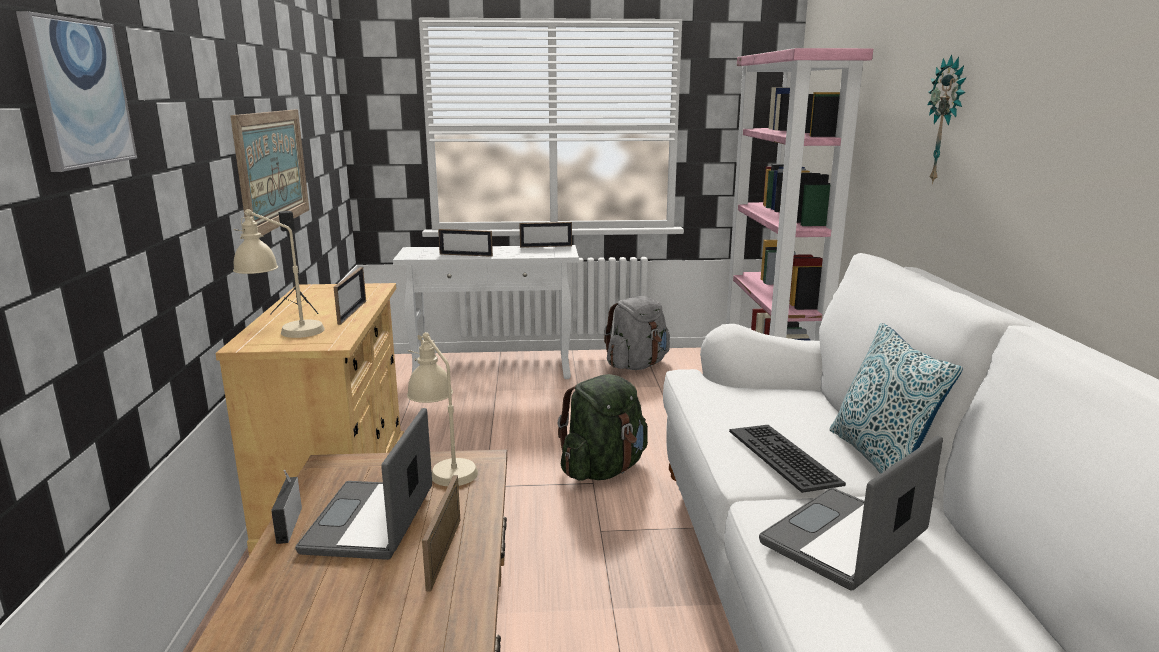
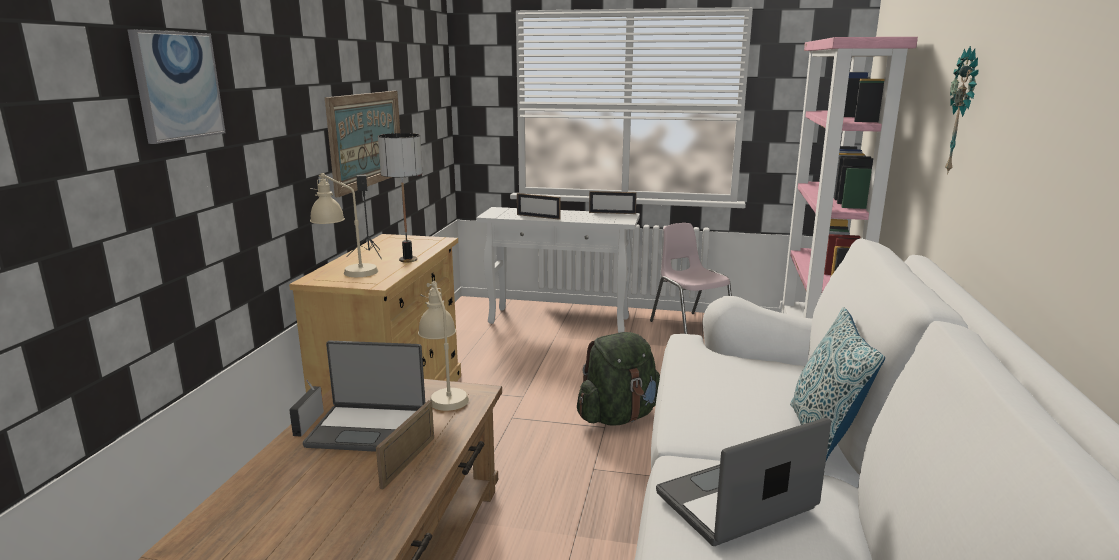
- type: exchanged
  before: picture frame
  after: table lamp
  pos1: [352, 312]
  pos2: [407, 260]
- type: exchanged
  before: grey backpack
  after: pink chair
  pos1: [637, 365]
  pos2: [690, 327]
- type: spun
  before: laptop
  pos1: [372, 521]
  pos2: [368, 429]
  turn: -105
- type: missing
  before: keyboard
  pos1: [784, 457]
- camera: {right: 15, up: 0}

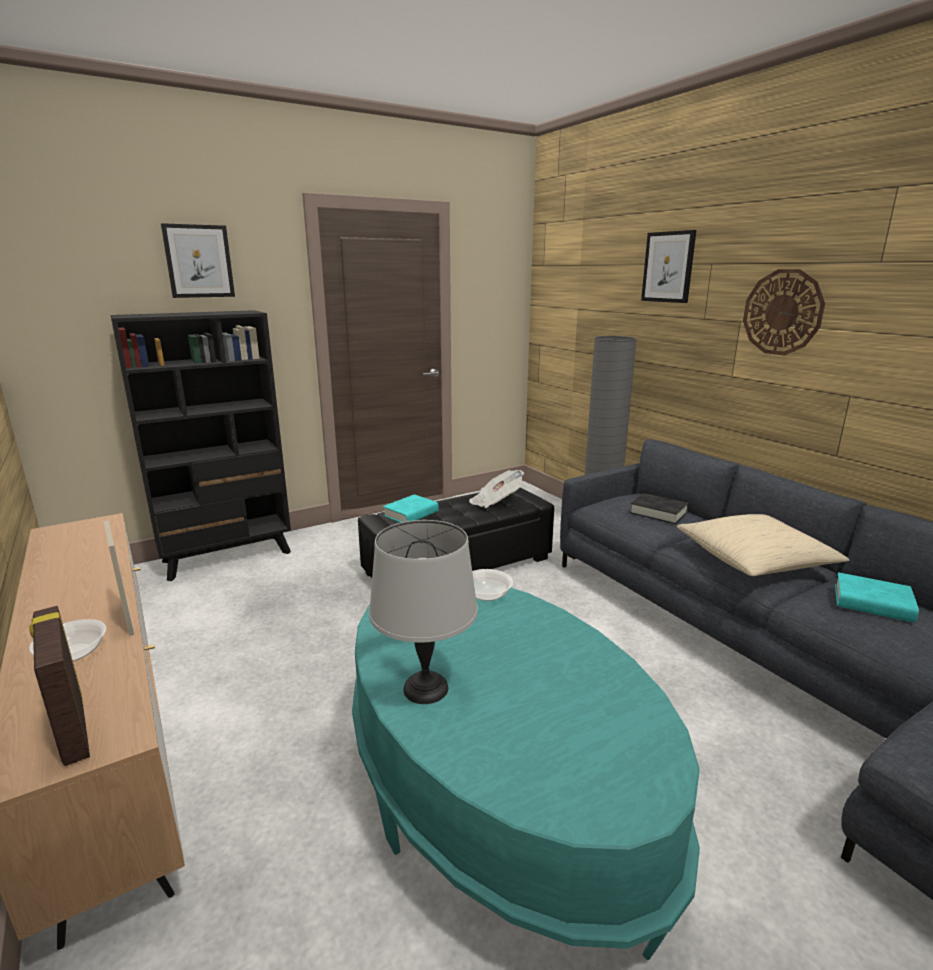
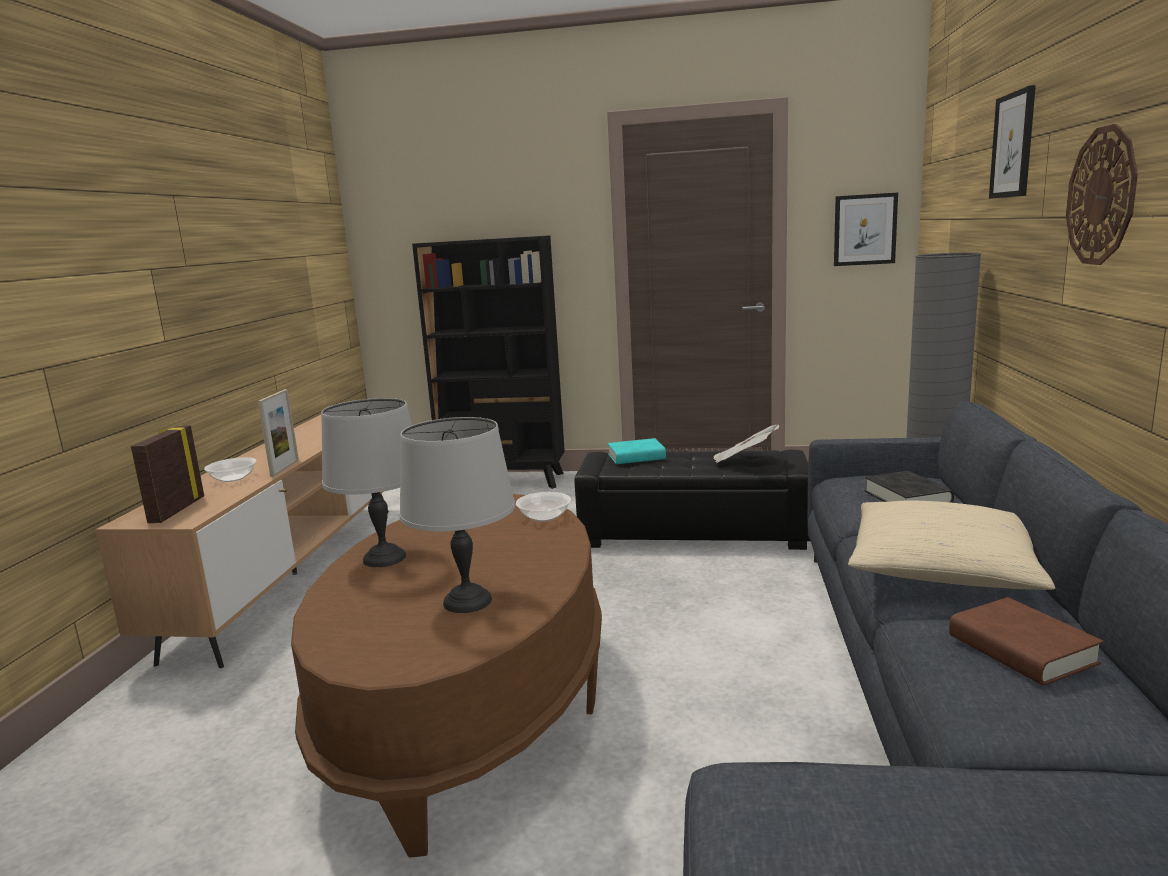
- type: relocated
  before: picture
  pos1: [199, 261]
  pos2: [865, 229]
- type: colour
  before: turquoise book
  after: brown book
  pos1: [872, 603]
  pos2: [1021, 650]
- type: colour
  before: turquoise coffee table
  after: brown coffee table
  pos1: [498, 791]
  pos2: [470, 706]
- type: appeared
  after: grey table lamp
  pos2: [468, 601]
- camera: {right: 40, up: -5}

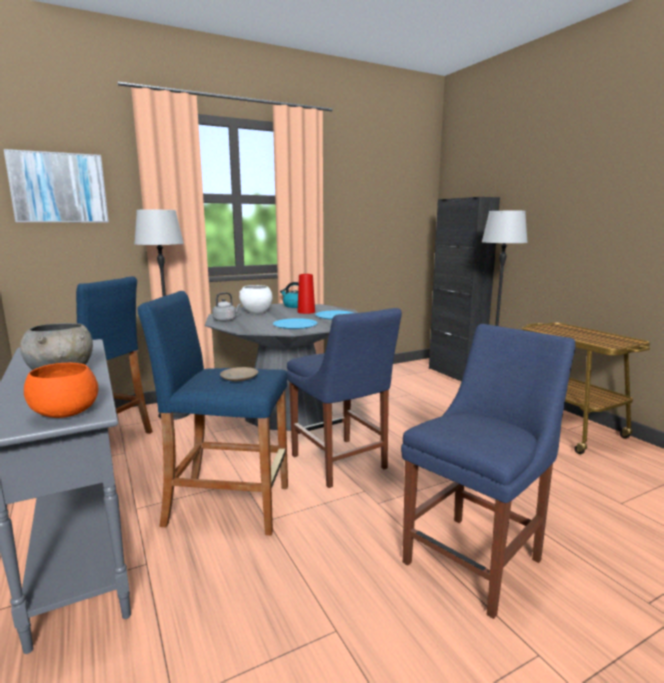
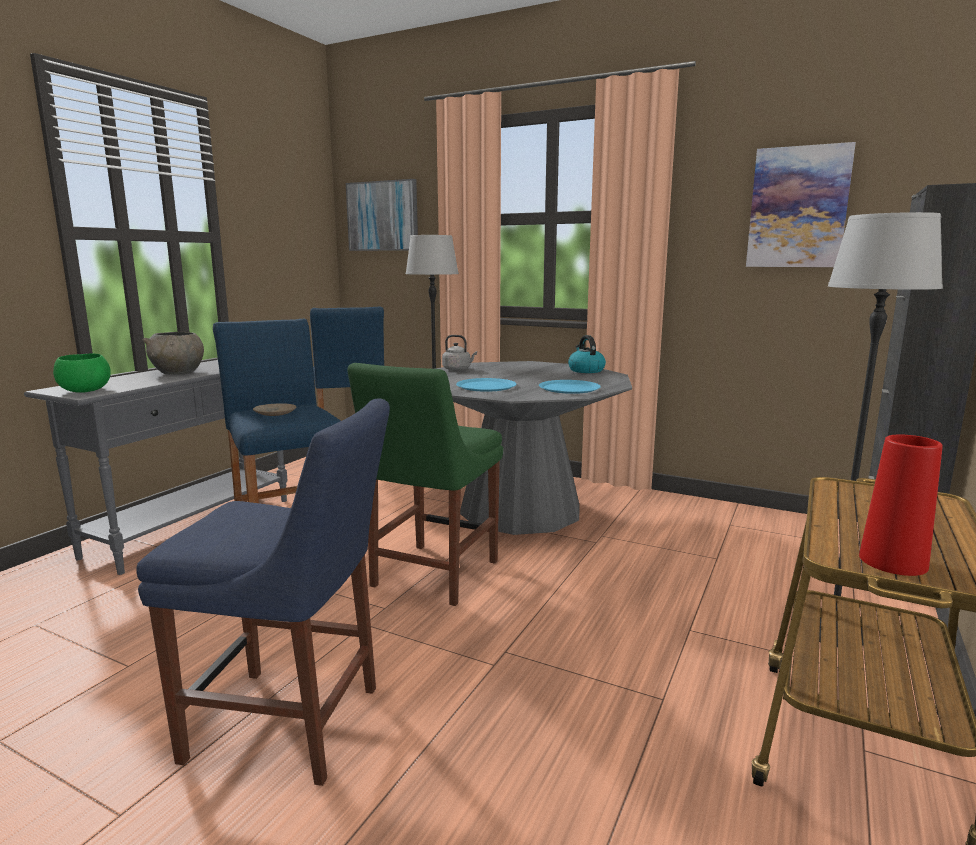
- type: relocated
  before: red vase
  pos1: [306, 312]
  pos2: [893, 561]
- type: missing
  before: white bowl
  pos1: [256, 312]
- type: colour
  before: blue chair
  after: green chair
  pos1: [341, 464]
  pos2: [431, 576]
- type: colour
  before: orange bowl
  after: green bowl
  pos1: [66, 413]
  pos2: [84, 391]
- type: appeared
  after: picture
  pos2: [798, 208]
- camera: {right: 55, up: 0}

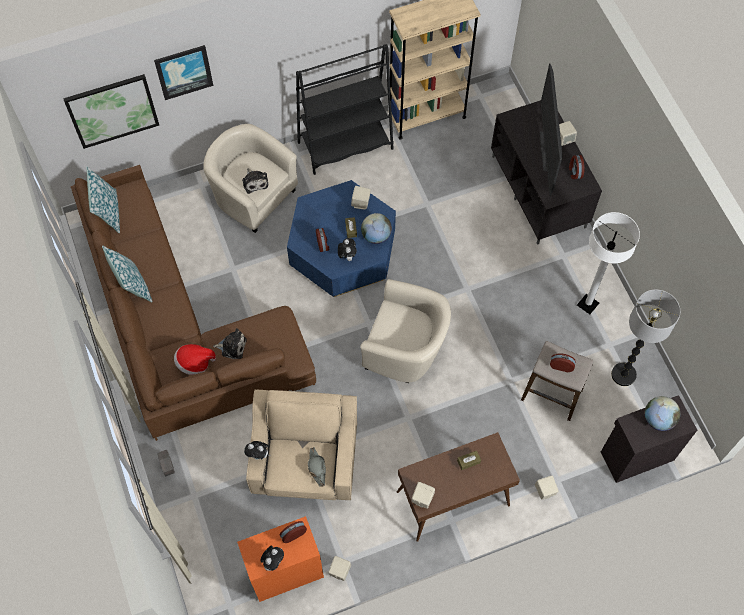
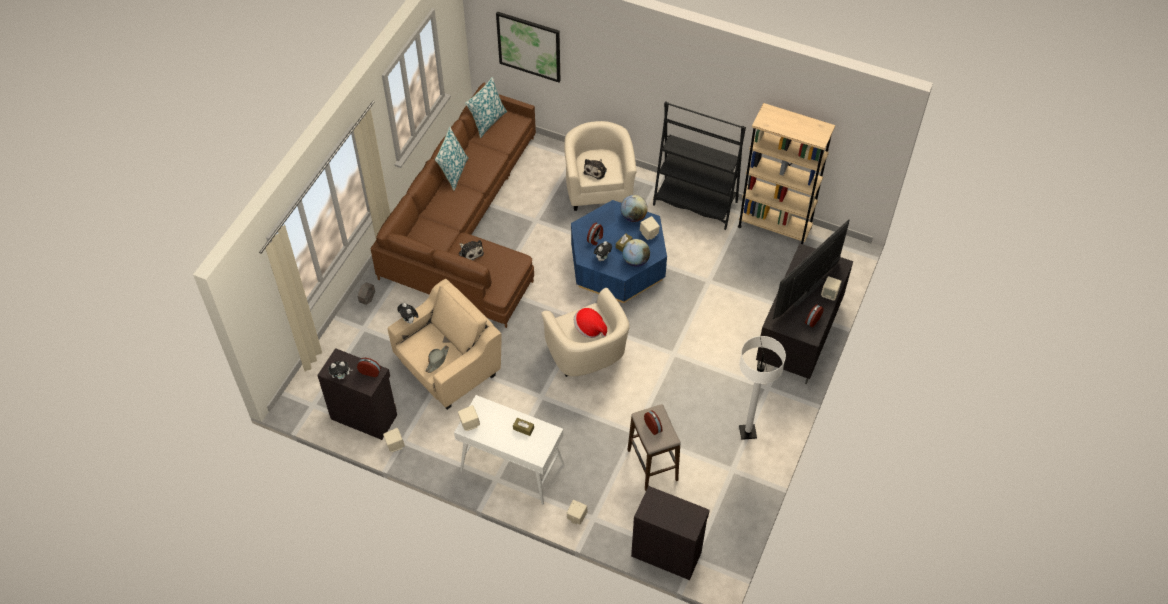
- type: missing
  before: picture
  pos1: [184, 71]
- type: missing
  before: floor lamp
  pos1: [623, 374]
- type: relocated
  before: hat
  pos1: [195, 363]
  pos2: [589, 328]
- type: relocated
  before: globe
  pos1: [658, 419]
  pos2: [633, 217]
- type: colour
  before: brown console table
  after: white console table
  pos1: [452, 499]
  pos2: [511, 468]
- type: colour
  before: orange cabinet
  after: black cabinet
  pos1: [285, 571]
  pos2: [364, 416]
- camera: {right: 45, up: -10}

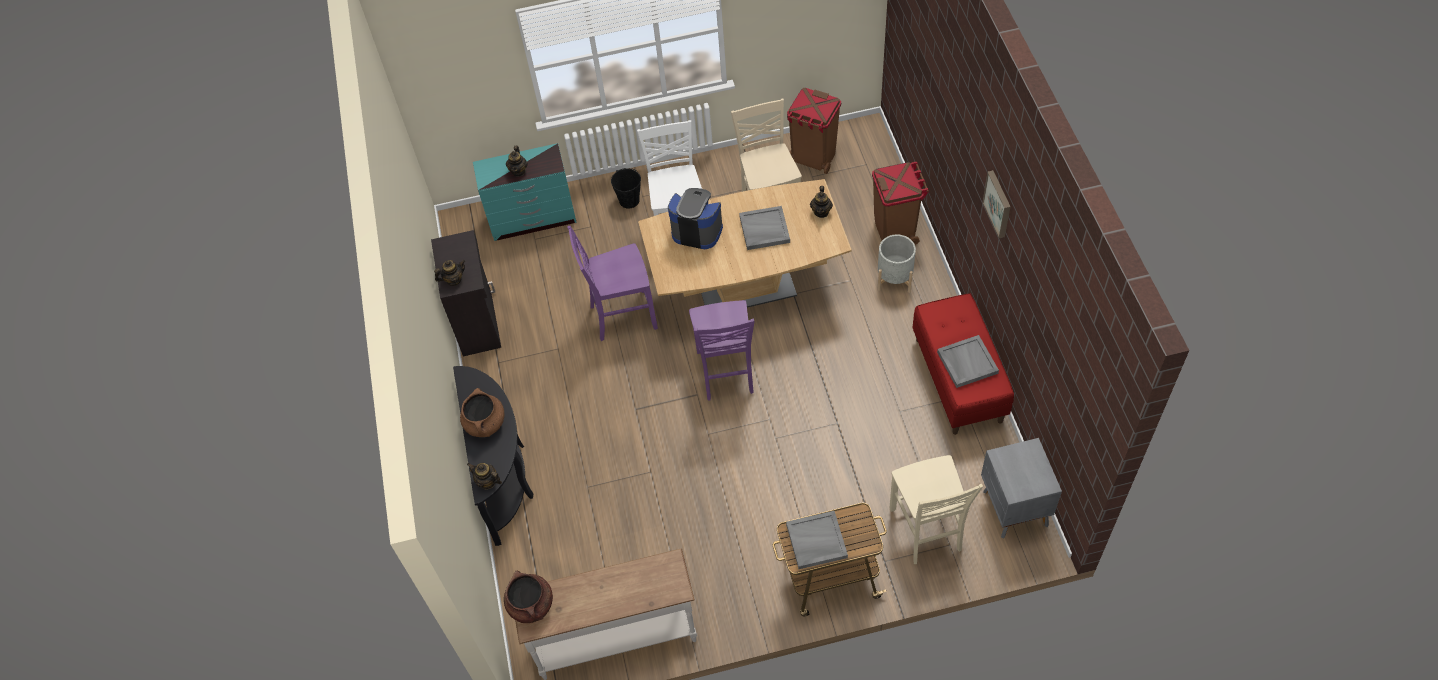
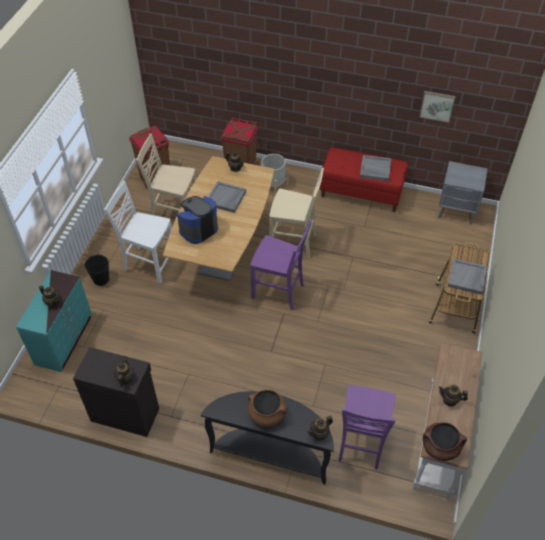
- type: relocated
  before: picture
  pos1: [998, 203]
  pos2: [437, 105]
- type: relocated
  before: purple chair
  pos1: [621, 316]
  pos2: [361, 443]
- type: relocated
  before: beige chair
  pos1: [926, 530]
  pos2: [294, 242]
- type: appeared
  after: teapot
  pos2: [450, 400]
- camera: {right: -65, up: -5}

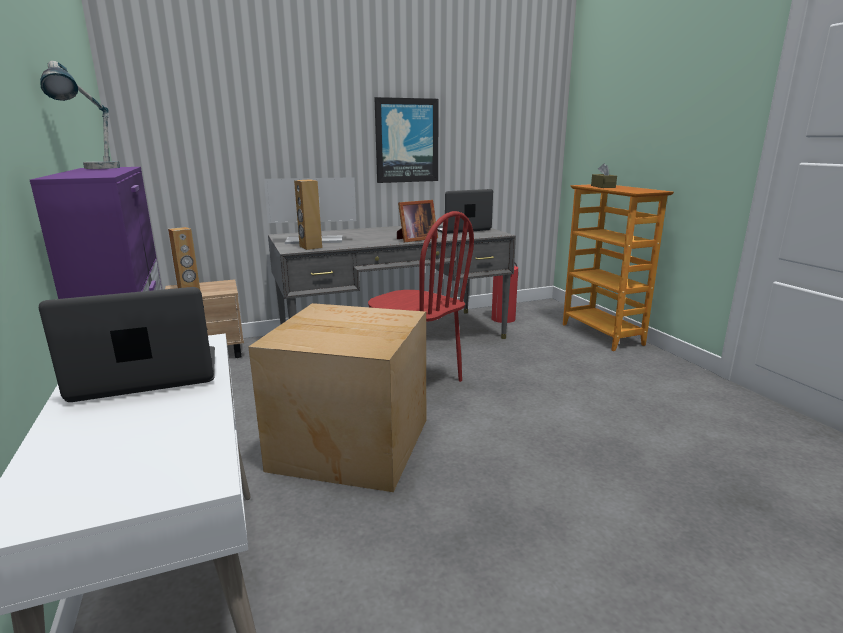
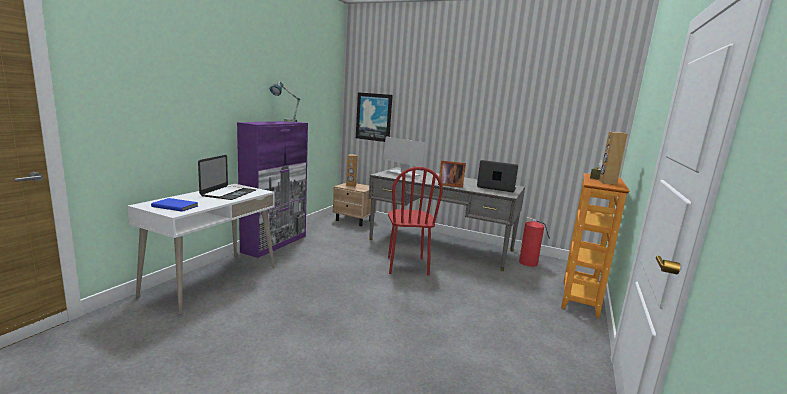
- type: relocated
  before: picture
  pos1: [406, 141]
  pos2: [374, 117]
- type: relocated
  before: brown speaker
  pos1: [310, 247]
  pos2: [607, 182]
- type: spun
  before: laptop
  pos1: [147, 374]
  pos2: [228, 193]
  turn: 75
- type: missing
  before: cardboard box
  pos1: [350, 442]
- type: appeared
  after: blue book
  pos2: [175, 206]
- camera: {right: 45, up: -5}

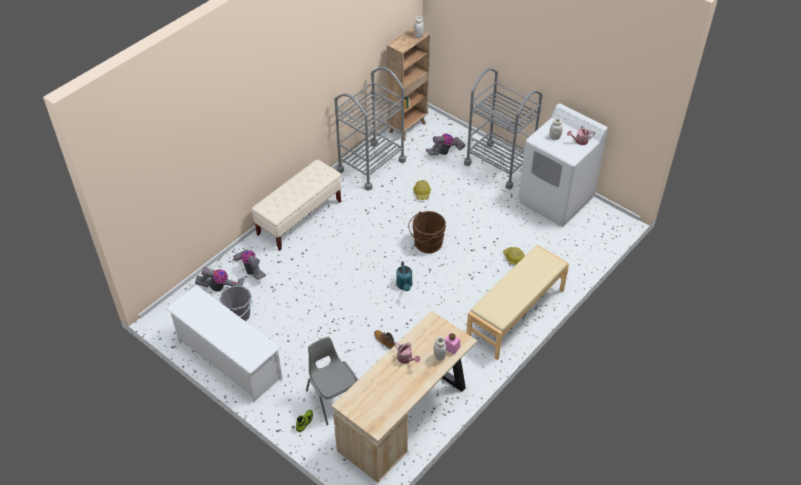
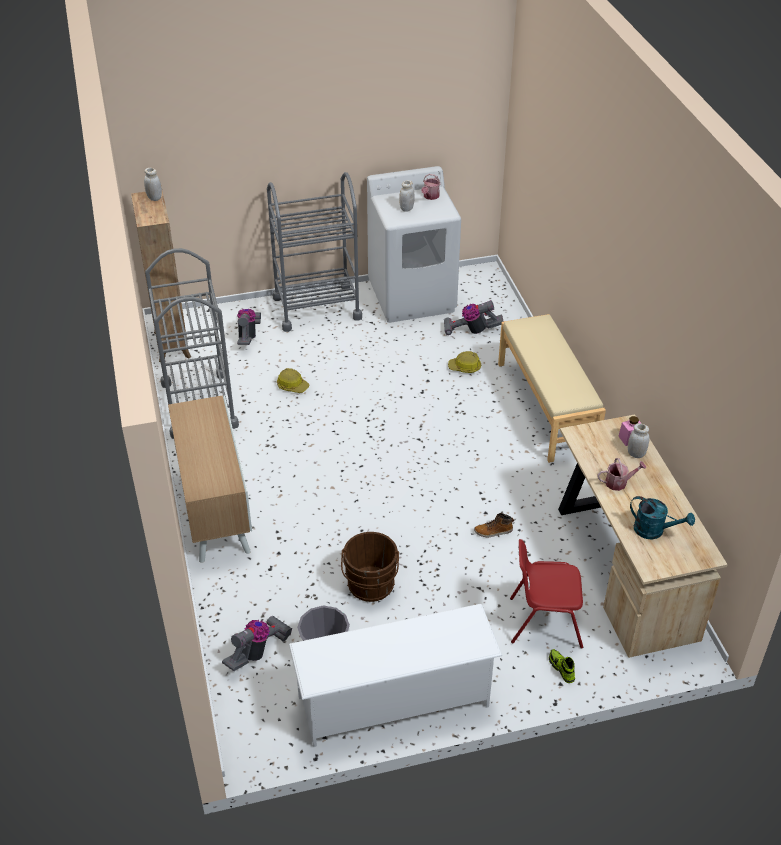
- type: exchanged
  before: beige bench
  after: cabinet
  pos1: [299, 218]
  pos2: [214, 511]
- type: relocated
  before: brown bucket
  pos1: [426, 244]
  pos2: [370, 587]
- type: relocated
  before: vacuum cleaner
  pos1: [251, 269]
  pos2: [471, 330]
- type: relocated
  before: turquoise watering can
  pos1: [405, 286]
  pos2: [654, 531]
- type: colour
  before: grey chair
  after: red chair
  pos1: [333, 398]
  pos2: [544, 621]
- camera: {right: -55, up: -5}

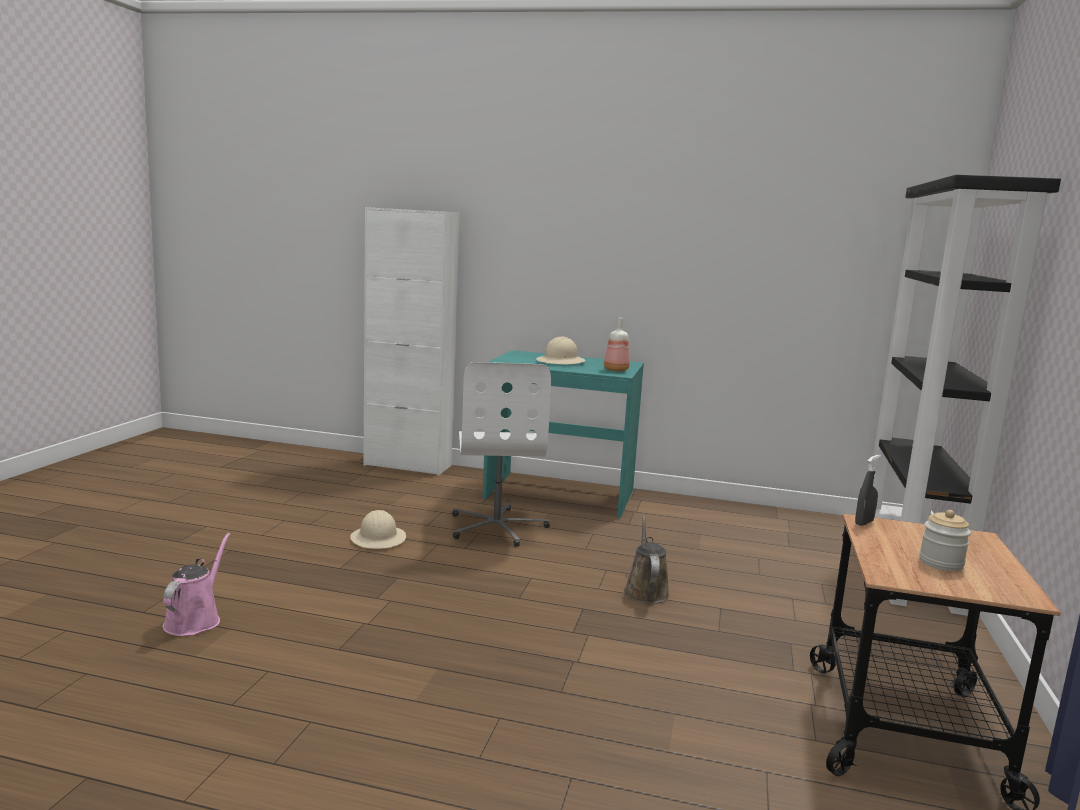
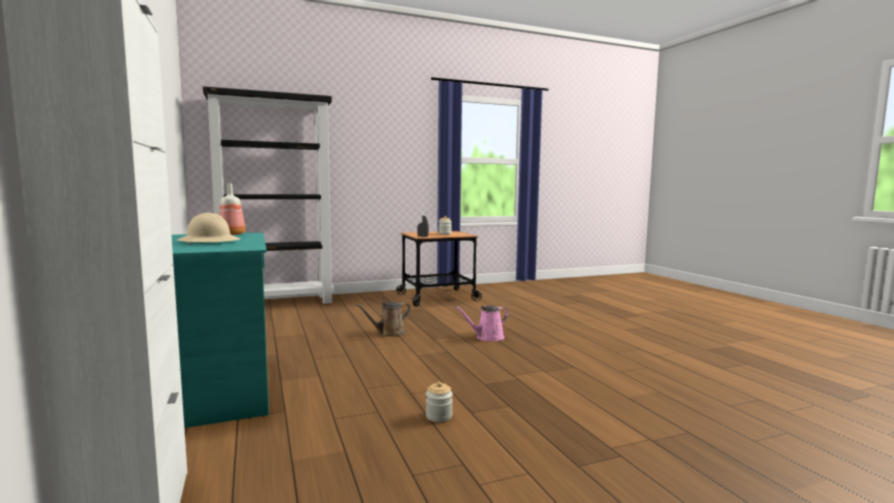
- type: missing
  before: white office chair
  pos1: [497, 527]
- type: exchanged
  before: beige hard hat
  after: jar
  pos1: [378, 539]
  pos2: [439, 416]
- type: relocated
  before: pink watering can
  pos1: [195, 620]
  pos2: [487, 337]
- camera: {right: -125, up: -5}

